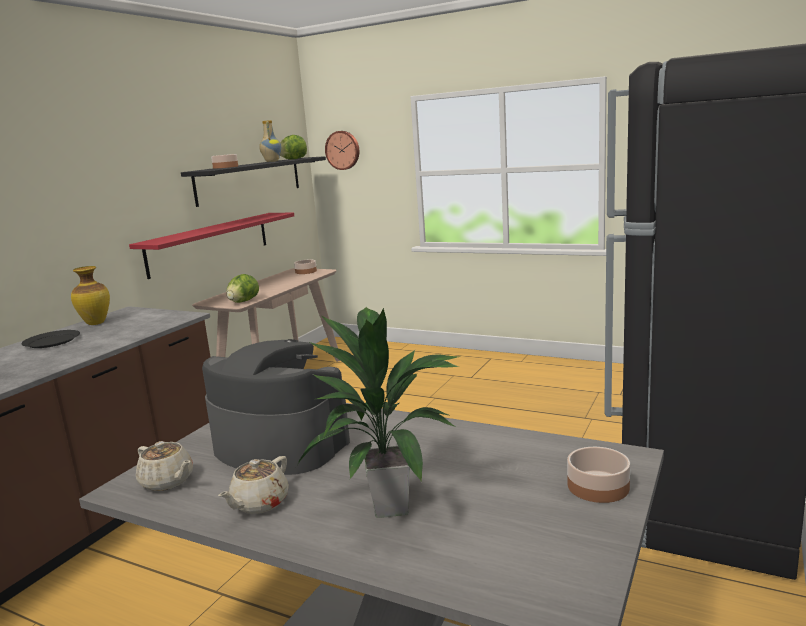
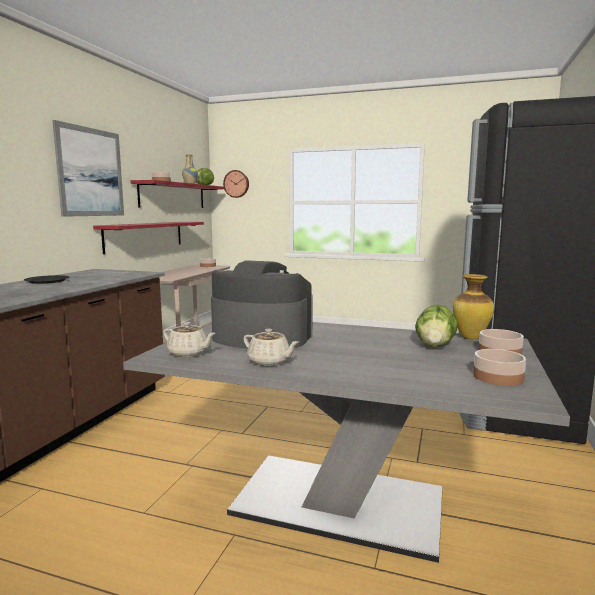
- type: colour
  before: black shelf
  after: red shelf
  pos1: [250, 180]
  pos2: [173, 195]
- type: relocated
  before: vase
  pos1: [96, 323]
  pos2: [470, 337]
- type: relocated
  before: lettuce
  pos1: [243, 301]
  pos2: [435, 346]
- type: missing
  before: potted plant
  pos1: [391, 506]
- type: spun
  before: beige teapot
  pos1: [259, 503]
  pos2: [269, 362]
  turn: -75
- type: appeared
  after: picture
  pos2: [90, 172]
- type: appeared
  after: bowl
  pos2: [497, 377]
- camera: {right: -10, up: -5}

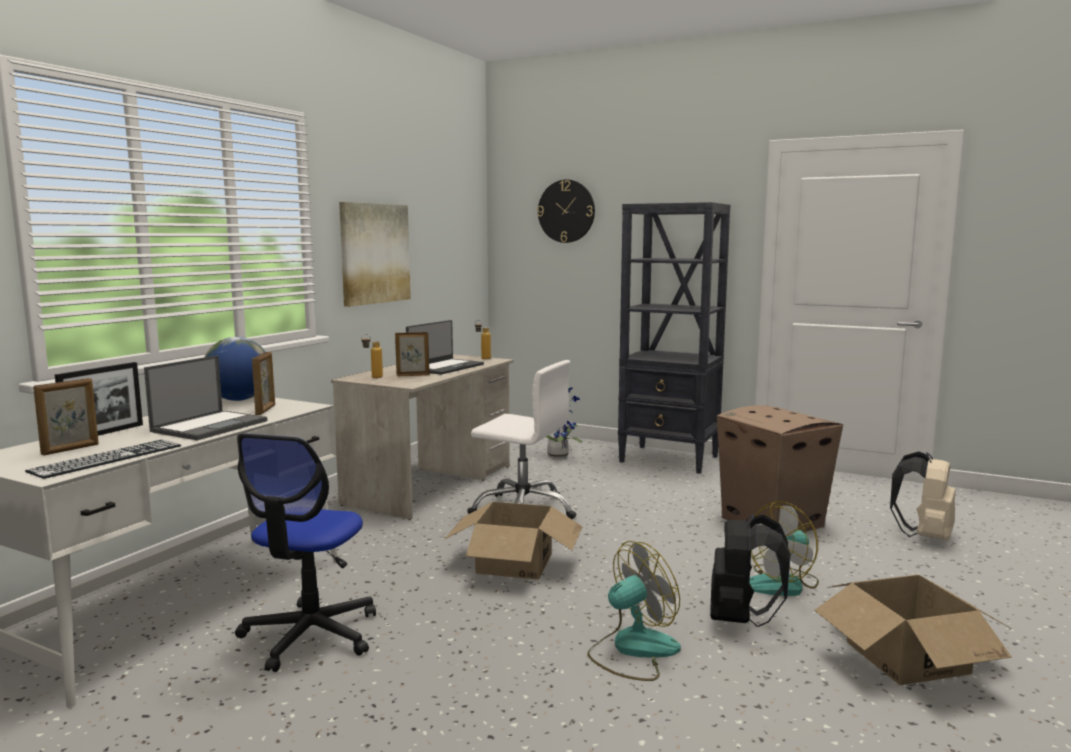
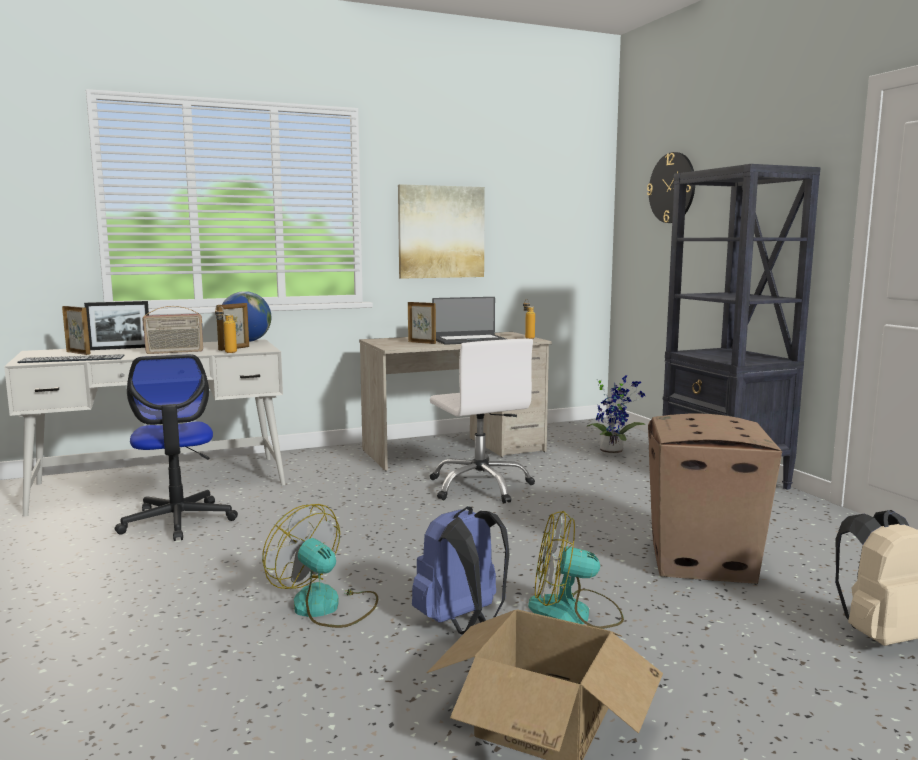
- type: relocated
  before: bottle
  pos1: [372, 377]
  pos2: [226, 352]
- type: exchanged
  before: laptop
  after: radio
  pos1: [210, 426]
  pos2: [174, 352]
- type: spun
  before: picture frame
  pos1: [71, 449]
  pos2: [78, 353]
  turn: -135
- type: spun
  before: office chair
  pos1: [310, 635]
  pos2: [178, 521]
  turn: -75
- type: missing
  before: cardboard box
  pos1: [514, 562]
- type: colour
  before: black backpack
  after: blue backpack
  pos1: [740, 619]
  pos2: [462, 623]
- type: spun
  before: fan
  pos1: [633, 650]
  pos2: [326, 607]
  turn: -150
- camera: {right: 40, up: 0}

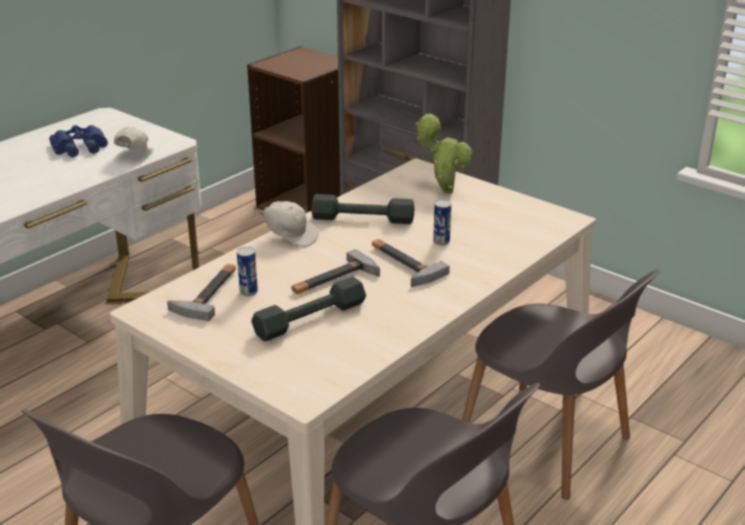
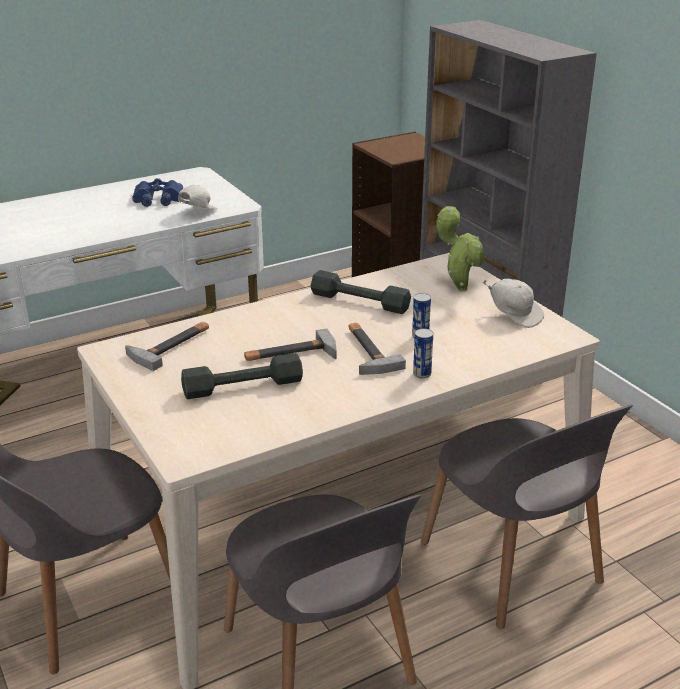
- type: relocated
  before: white cap
  pos1: [290, 236]
  pos2: [514, 315]
- type: relocated
  before: can
  pos1: [248, 292]
  pos2: [422, 374]
- camera: {right: 20, up: 0}

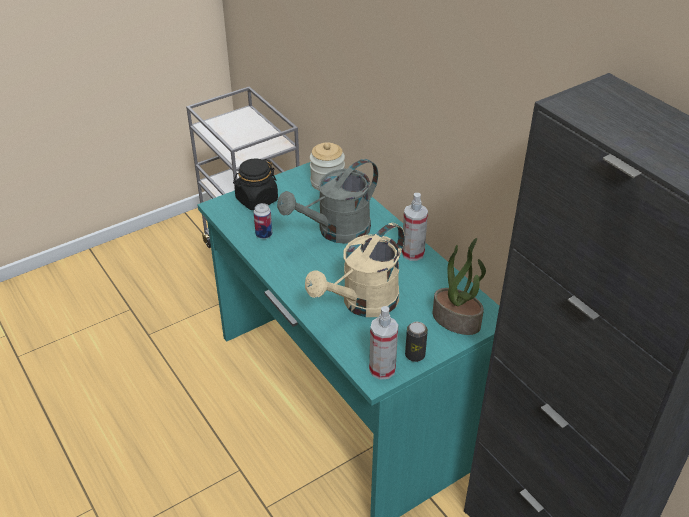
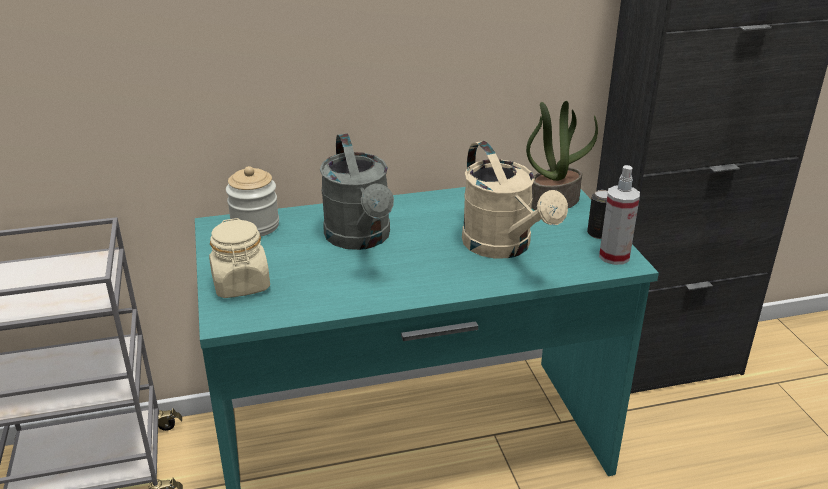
- type: colour
  before: black jar
  after: beige jar
  pos1: [256, 200]
  pos2: [241, 284]
- type: missing
  before: spray bottle
  pos1: [412, 253]
- type: missing
  before: can
  pos1: [264, 234]
- camera: {right: -70, up: -10}

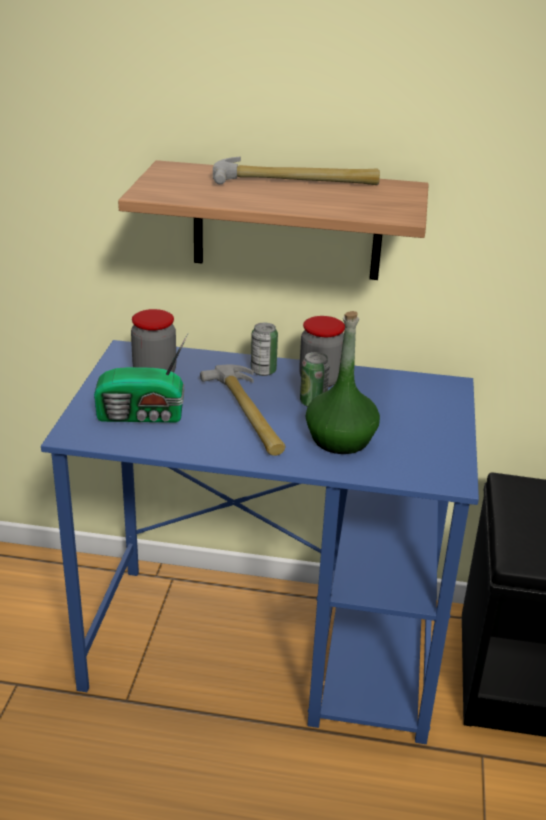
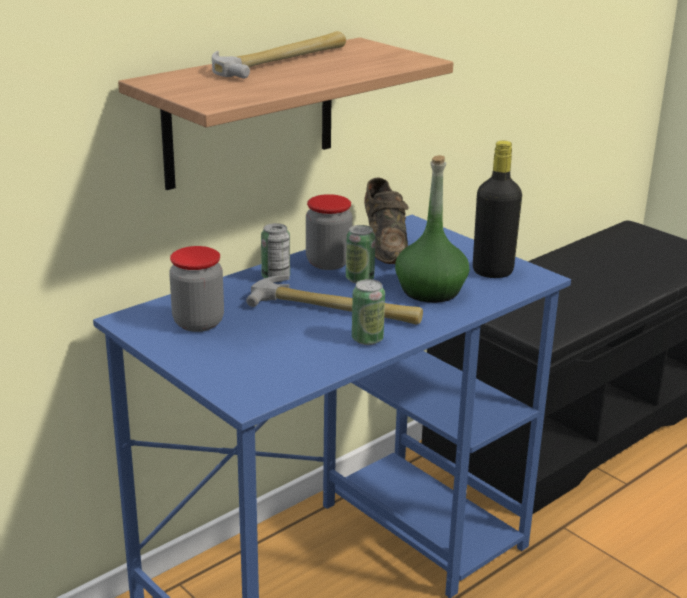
- type: missing
  before: radio
  pos1: [143, 416]
- type: appeared
  after: black bottle
  pos2: [492, 271]
- type: appeared
  after: brown shoe
  pos2: [385, 245]
- type: appeared
  after: can
  pos2: [367, 339]
- camera: {right: -50, up: -5}

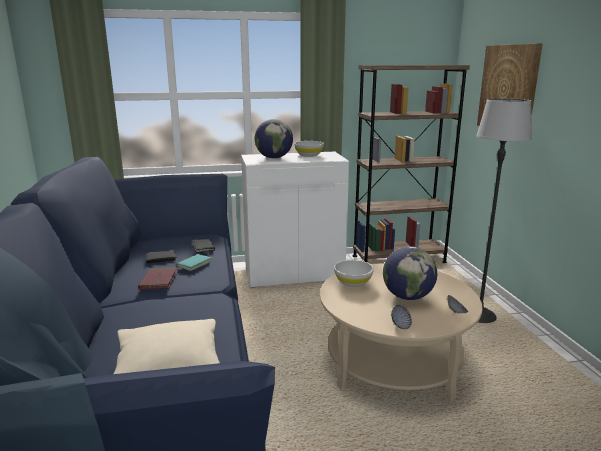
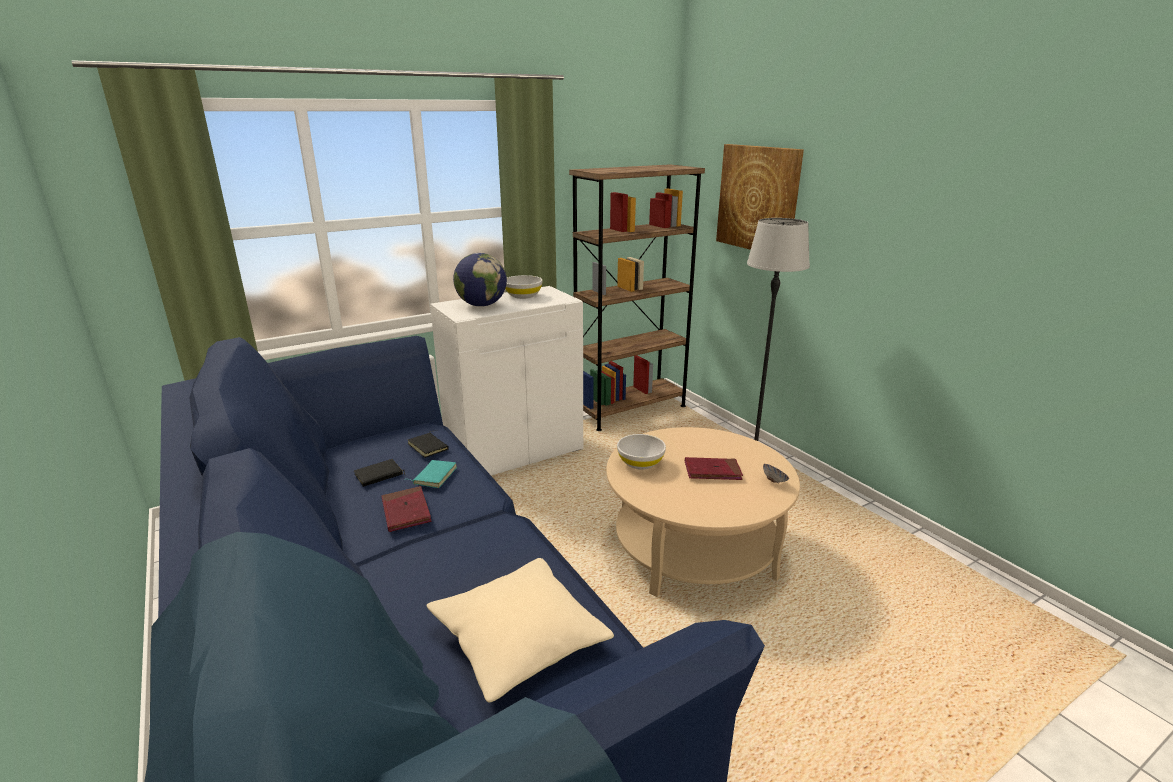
- type: exchanged
  before: globe
  after: red book
  pos1: [407, 297]
  pos2: [712, 471]
- type: missing
  before: bowl
  pos1: [400, 325]
- camera: {right: -20, up: 5}

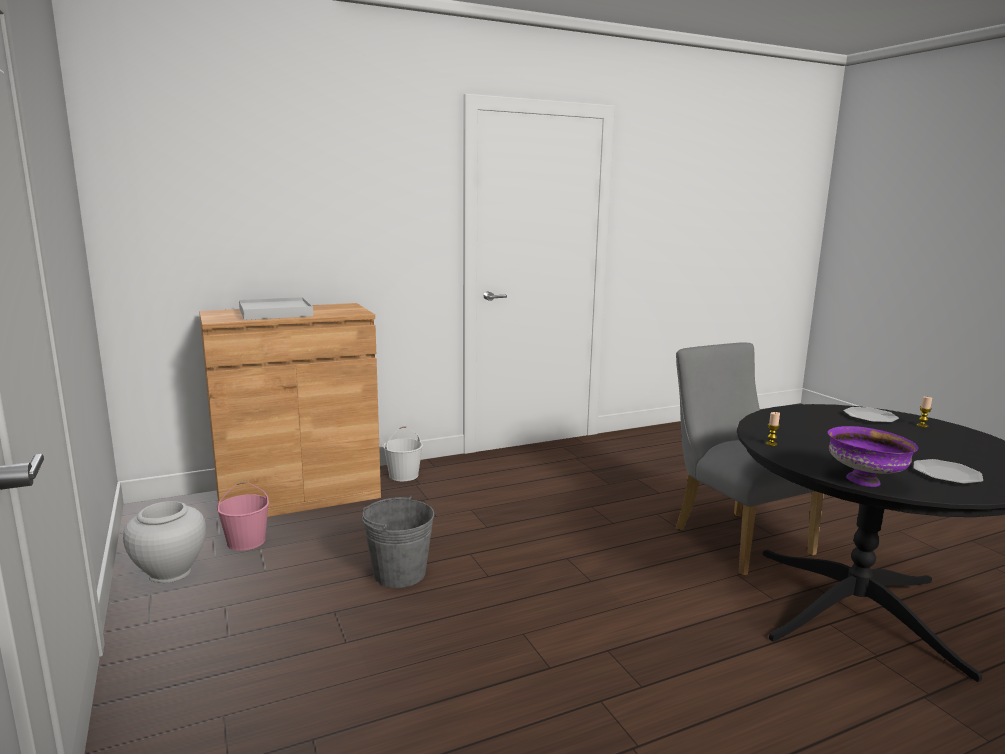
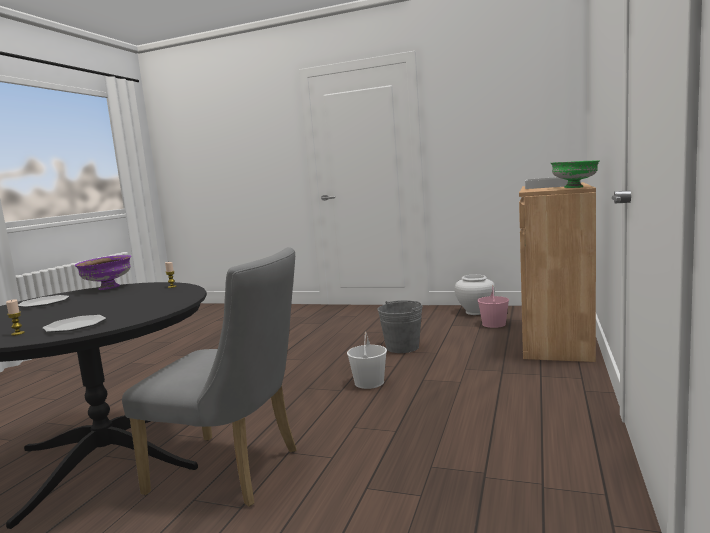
- type: relocated
  before: white bucket
  pos1: [404, 475]
  pos2: [369, 382]
- type: appeared
  after: green bowl
  pos2: [574, 187]
- camera: {right: 135, up: -5}

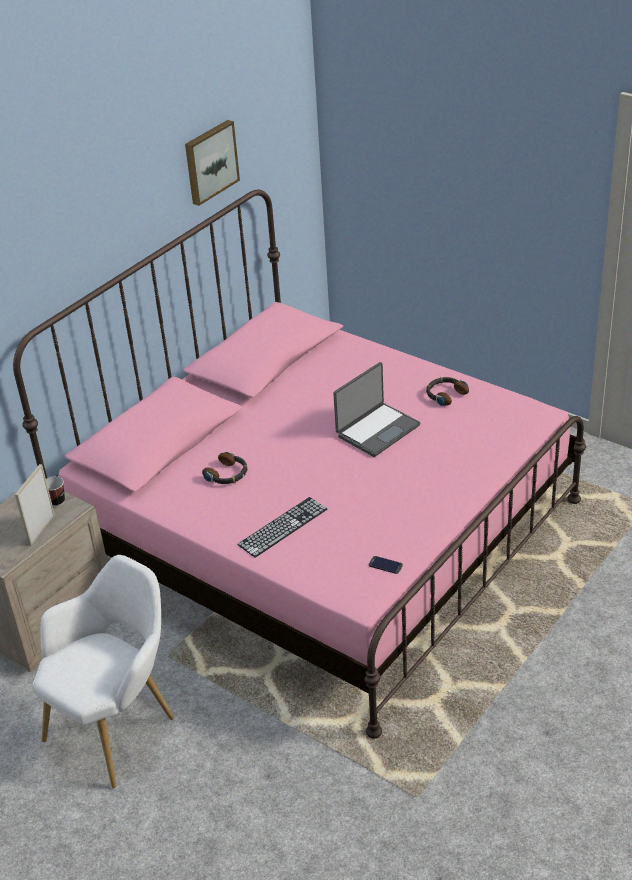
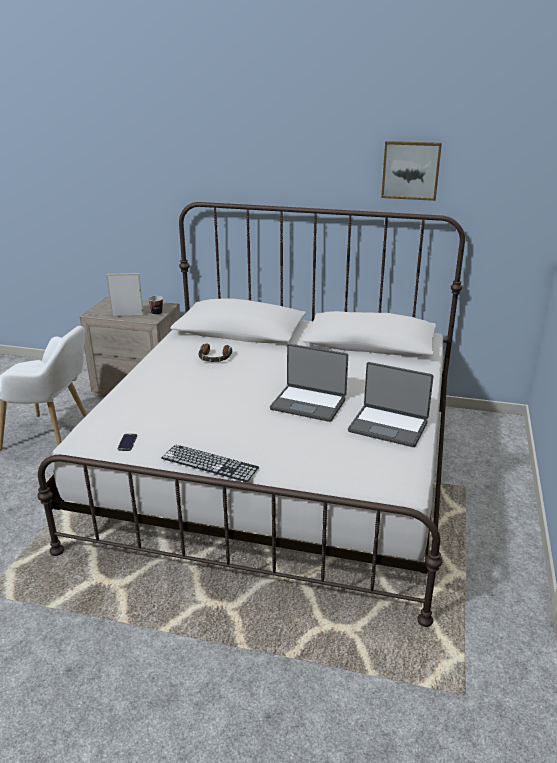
- type: colour
  before: pink bed
  after: white bed
  pos1: [322, 532]
  pos2: [278, 470]
- type: exchanged
  before: headphones
  after: laptop
  pos1: [445, 394]
  pos2: [388, 426]
- type: relocated
  before: keyboard
  pos1: [283, 527]
  pos2: [209, 463]
- camera: {right: 65, up: -10}

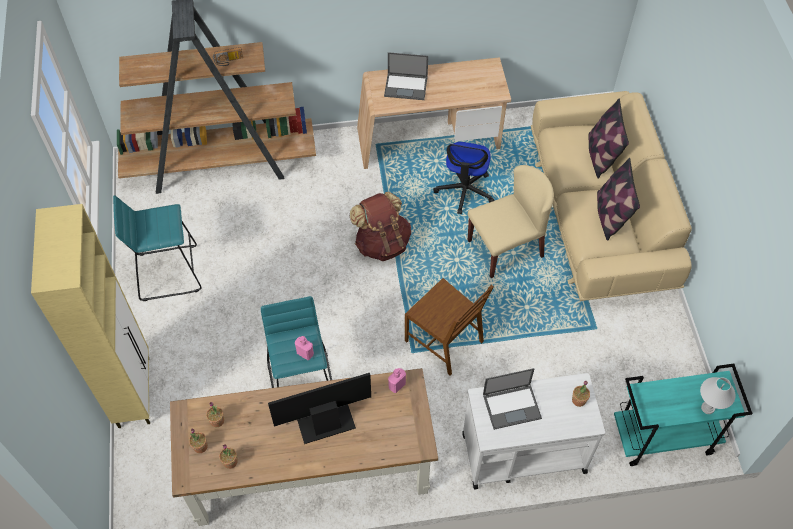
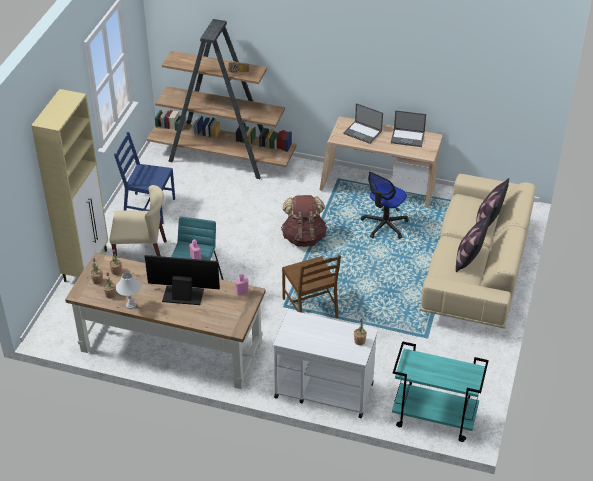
- type: relocated
  before: beige chair
  pos1: [505, 248]
  pos2: [142, 254]
- type: exchanged
  before: turquoise stool
  after: blue chair
  pos1: [168, 272]
  pos2: [148, 208]
- type: relocated
  before: laptop
  pos1: [512, 406]
  pos2: [408, 137]
- type: relocated
  before: white table lamp
  pos1: [708, 408]
  pos2: [131, 305]
- camera: {right: 25, up: -15}

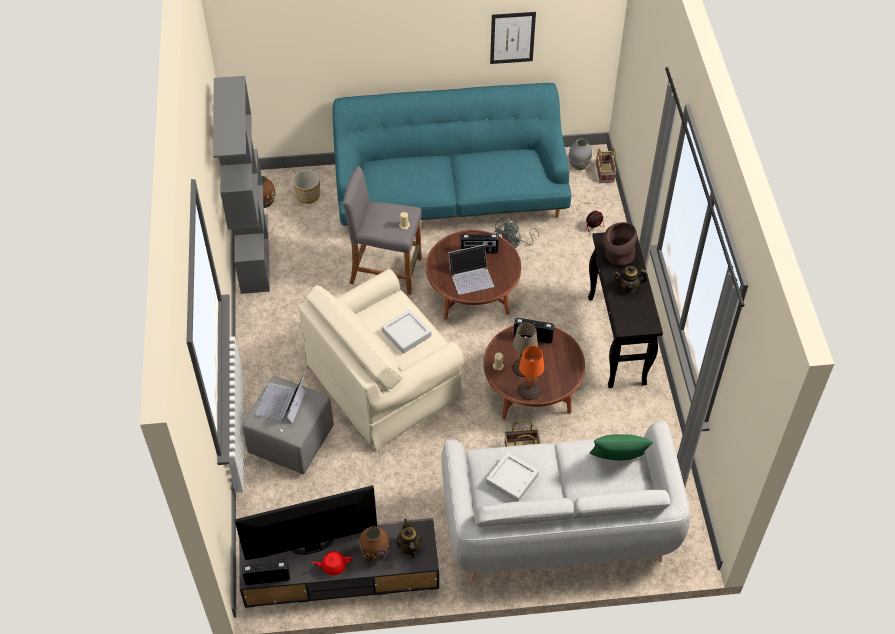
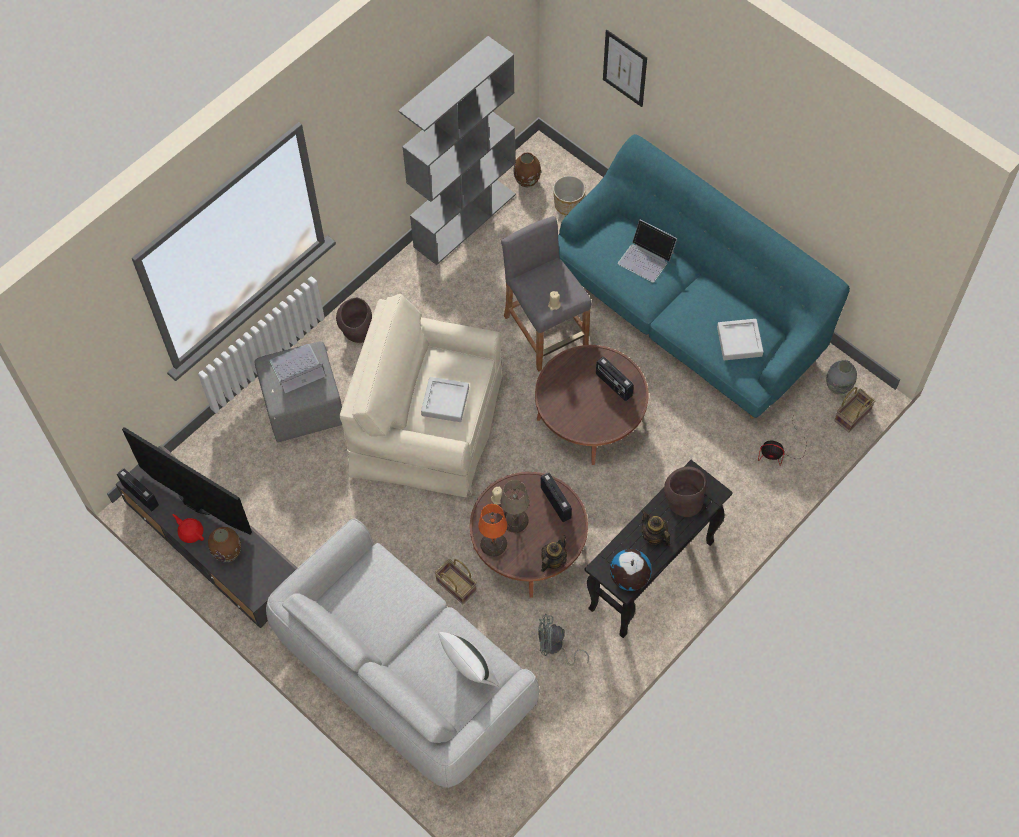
- type: relocated
  before: picture
  pos1: [512, 37]
  pos2: [625, 68]
- type: relocated
  before: grey fan
  pos1: [513, 244]
  pos2: [555, 647]
- type: relocated
  before: laptop
  pos1: [471, 276]
  pos2: [646, 258]
- type: colour
  before: green pillow
  after: white pillow
  pos1: [617, 462]
  pos2: [469, 670]
- type: relocated
  before: grey tray
  pos1: [512, 479]
  pos2: [739, 342]
- type: relocated
  before: teapot
  pos1: [409, 547]
  pos2: [553, 560]
- type: appeared
  after: brown vase
  pos2: [357, 332]
- type: appeared
  after: globe
  pos2: [629, 578]
- camera: {right: 50, up: 10}

